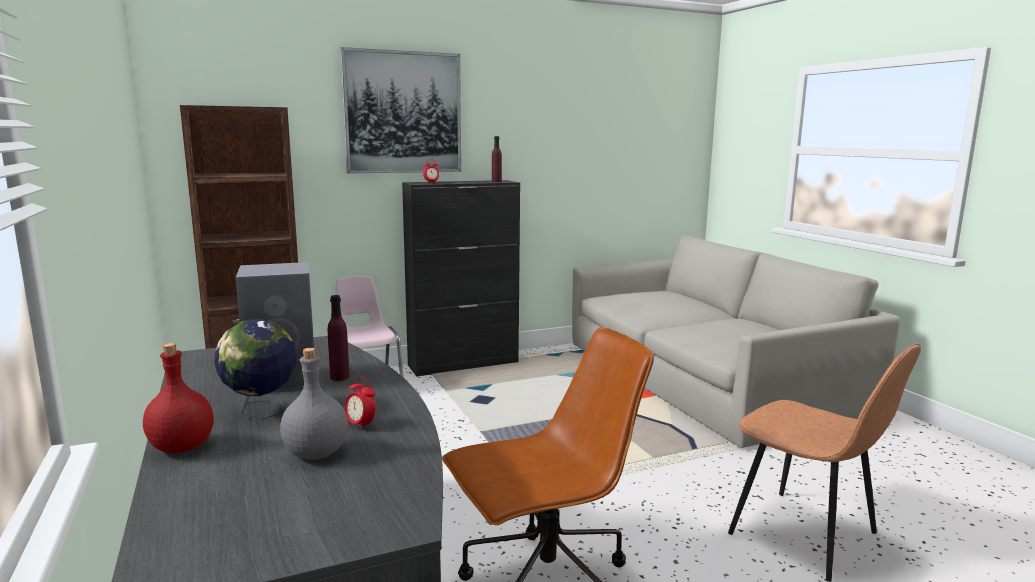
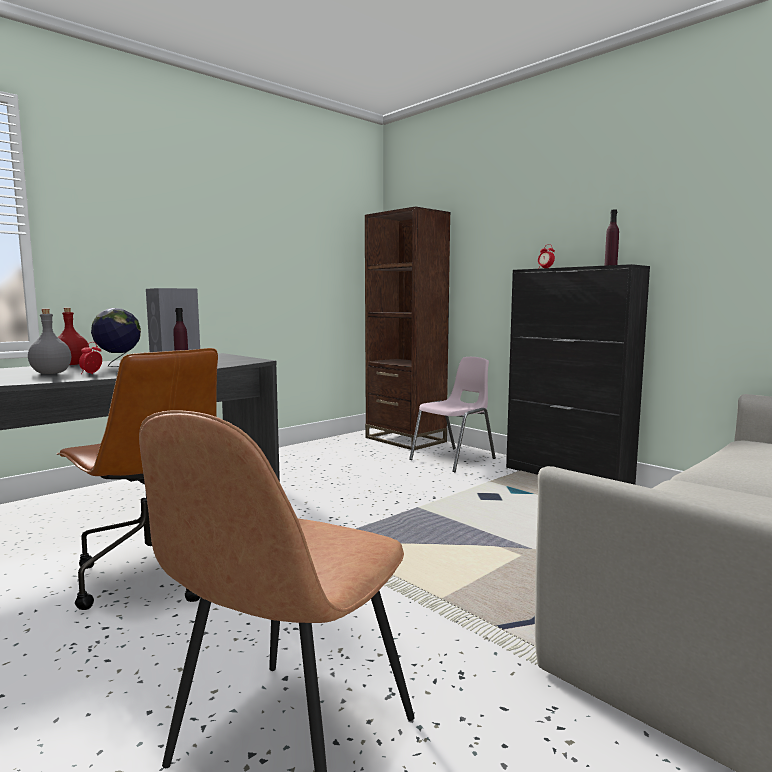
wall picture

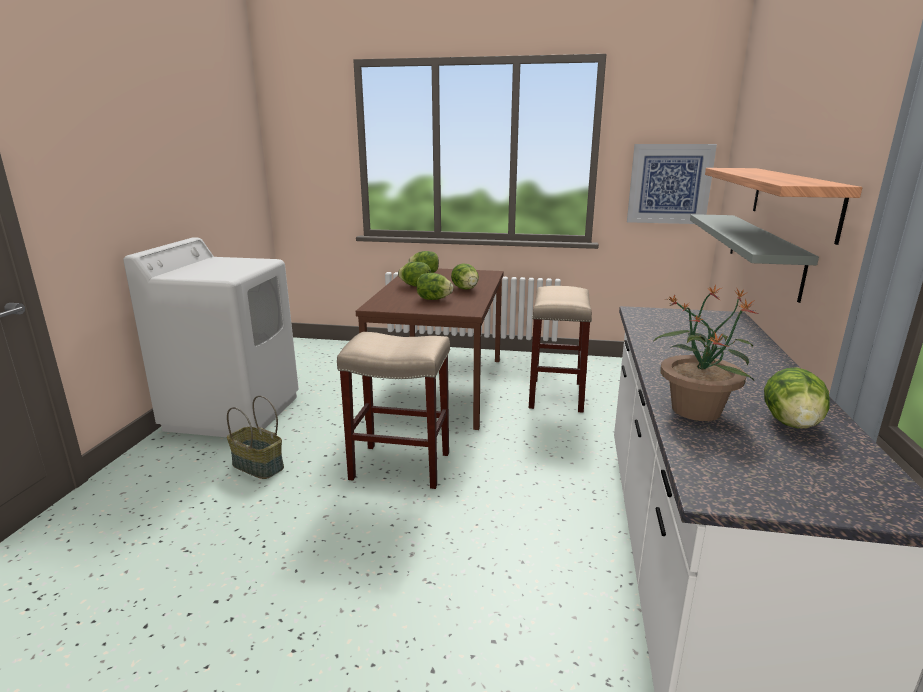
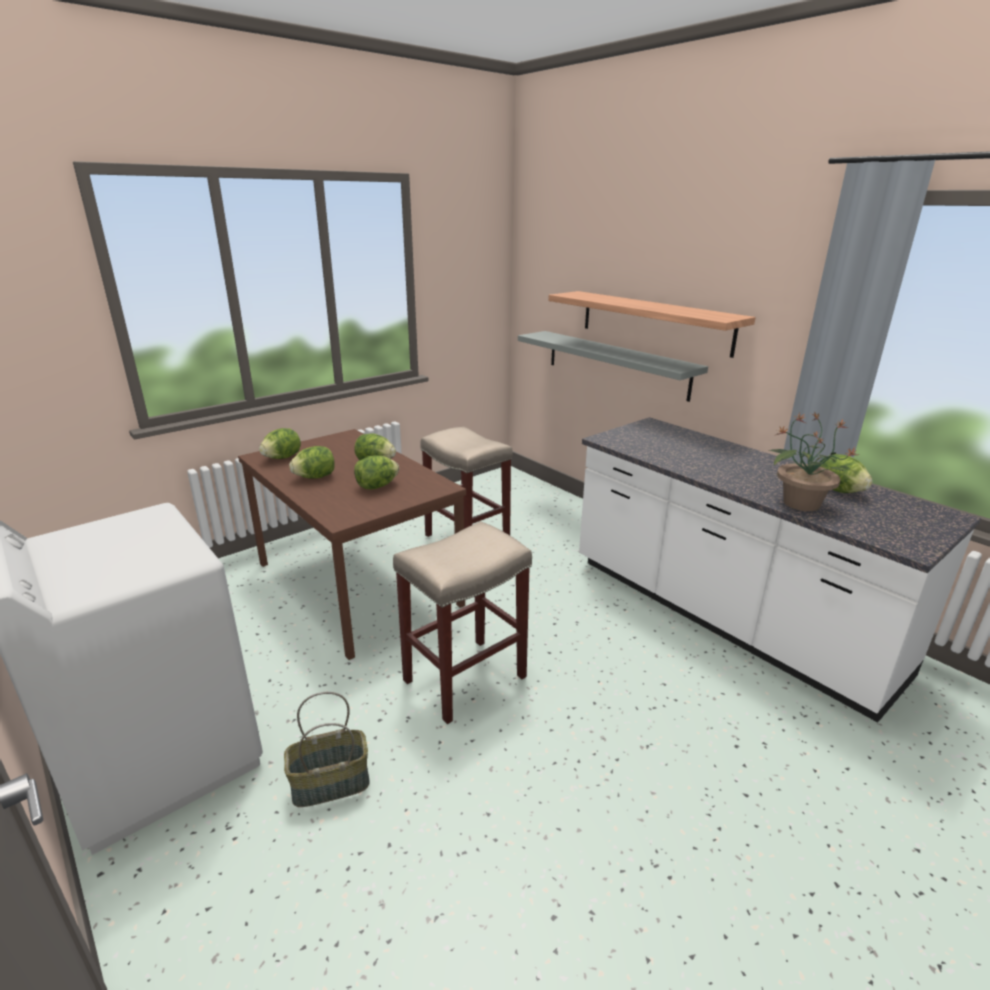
wall picture

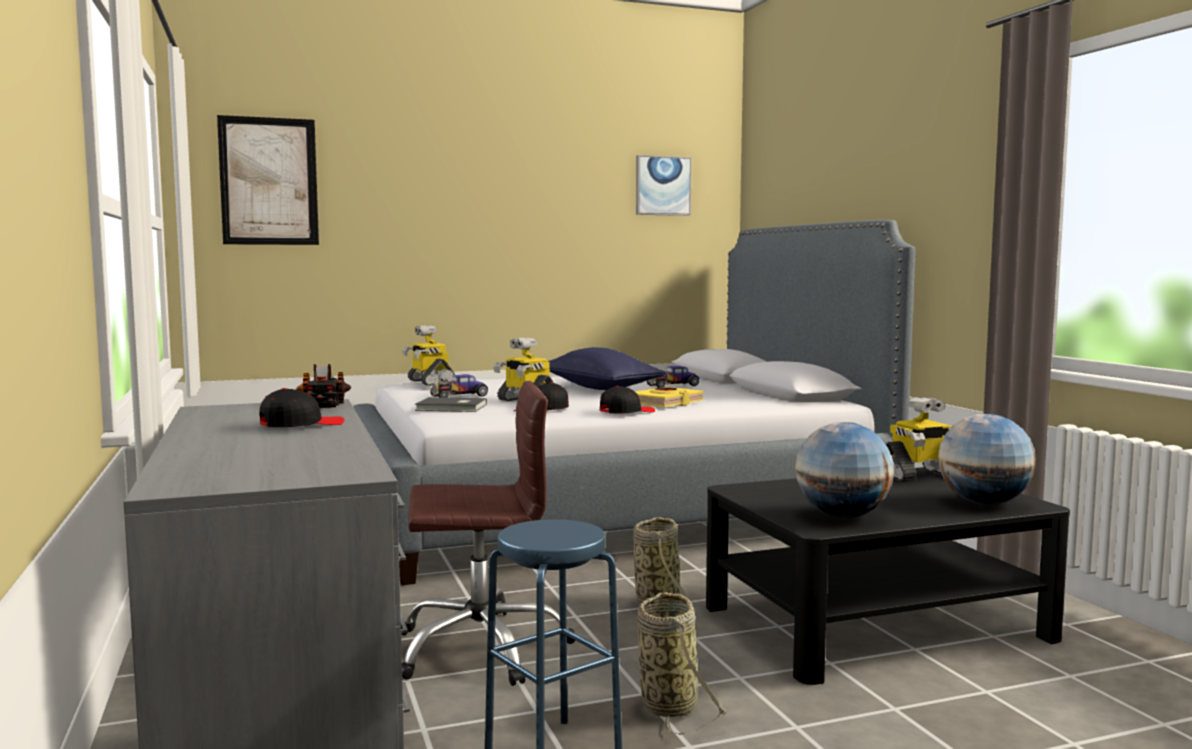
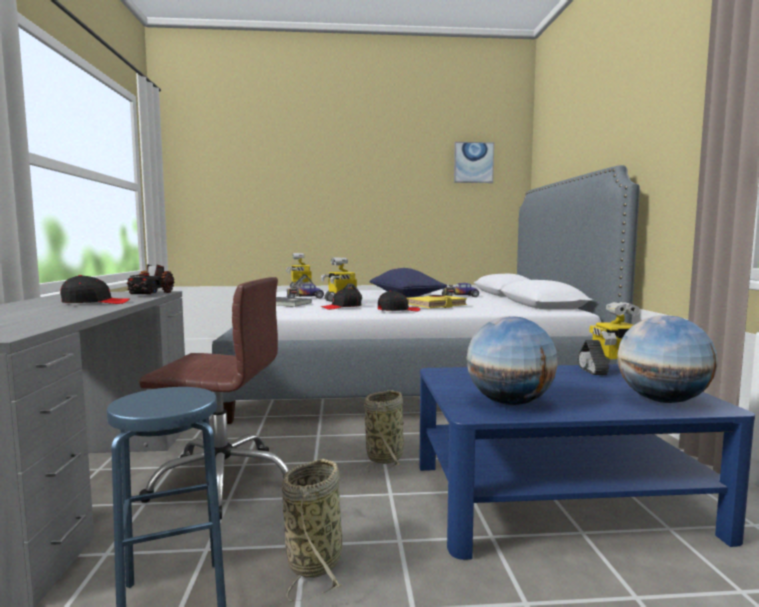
wall picture (no. 1 from left in the first image); low table (blue-coloured)

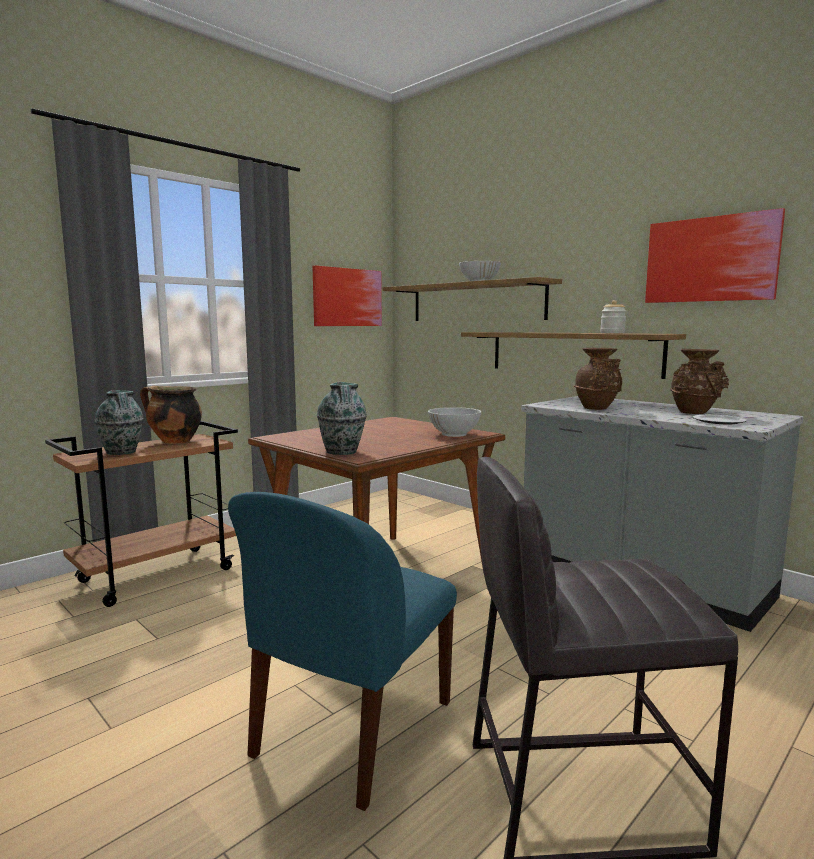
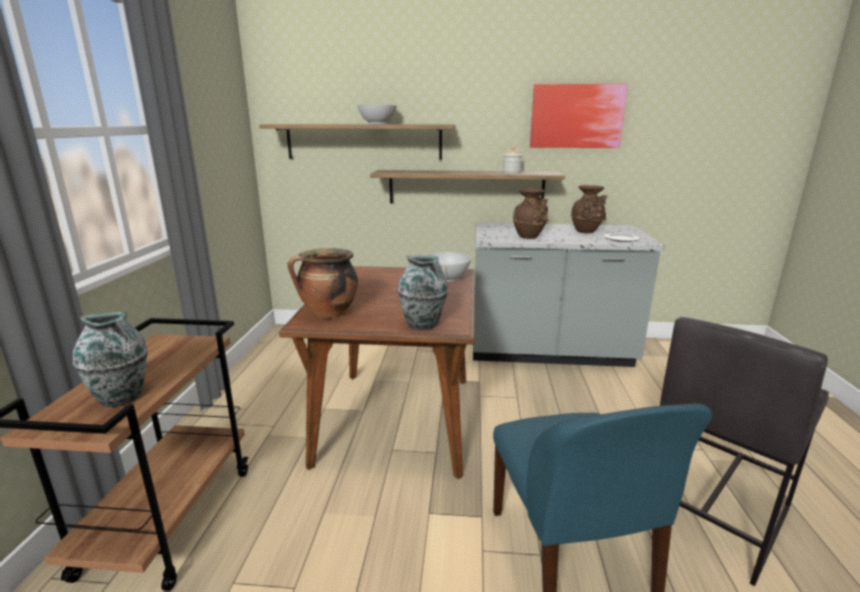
wall picture (no. 1 from left in the first image); stockpot

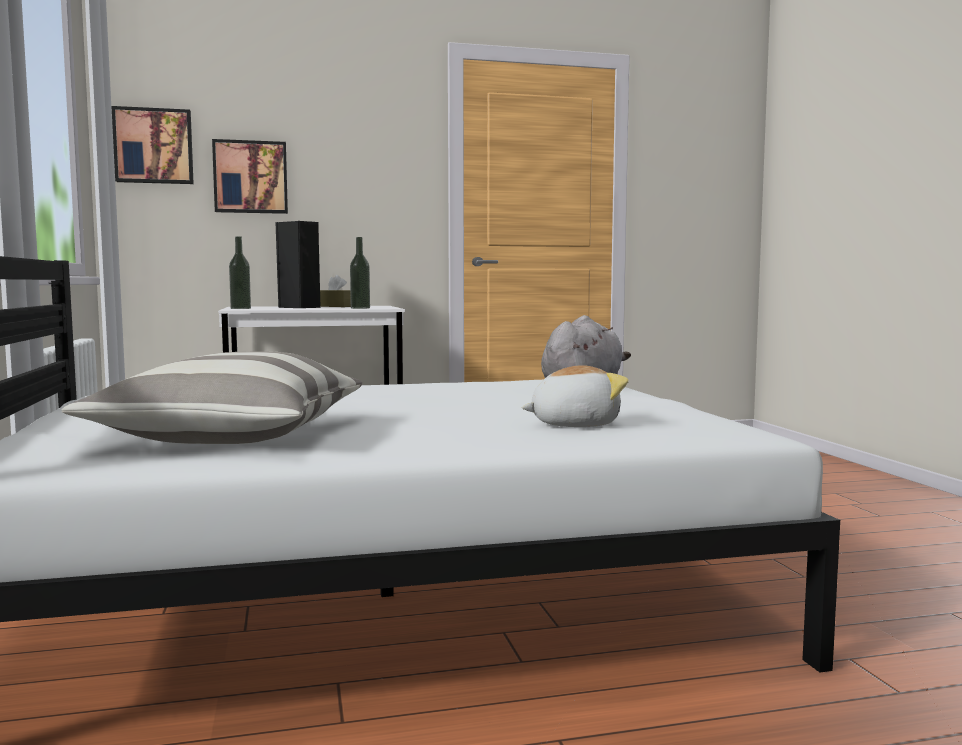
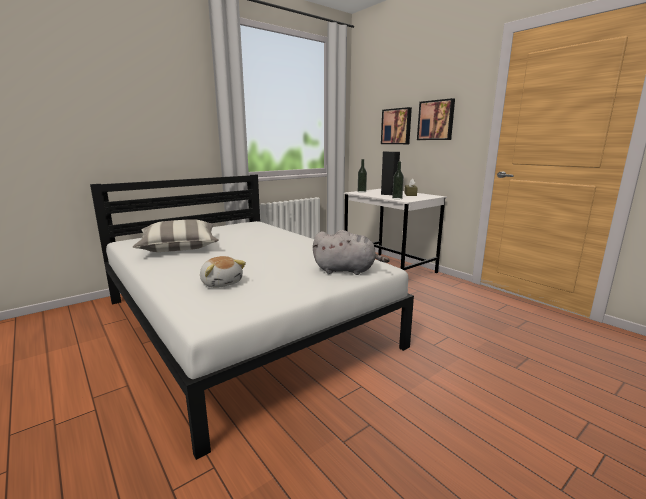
wall picture (no. 2 from left)

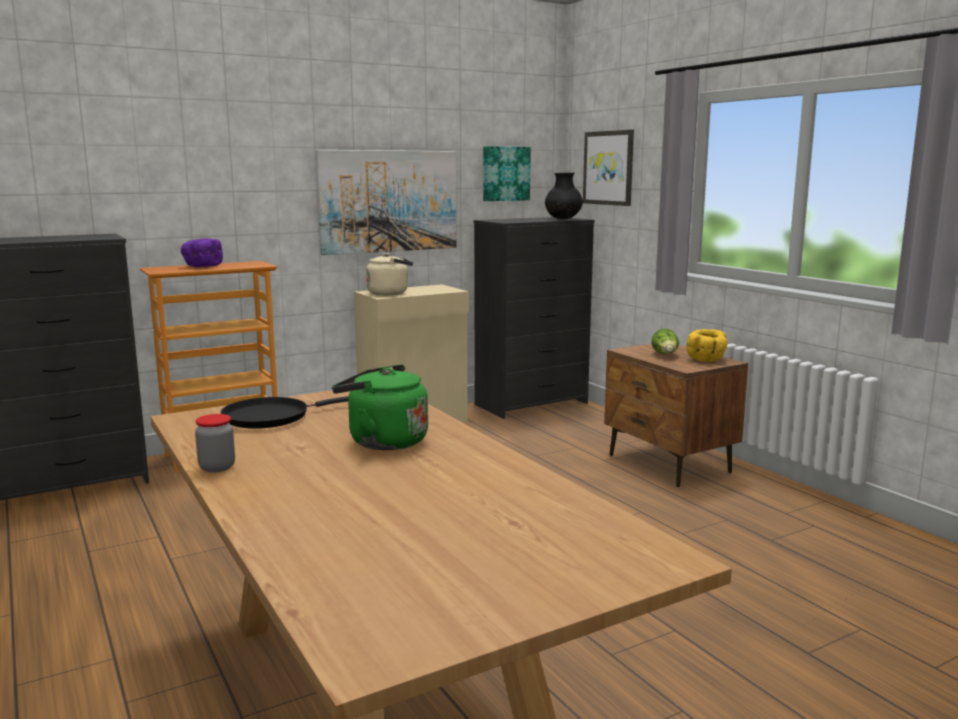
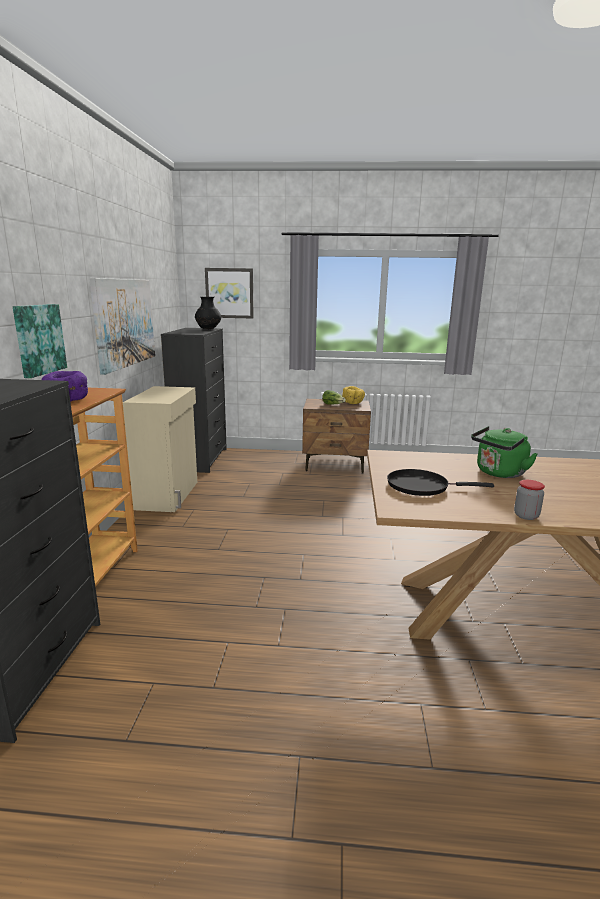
wall picture (no. 1 from left); kettle (sand-coloured); pan (black-coloured)

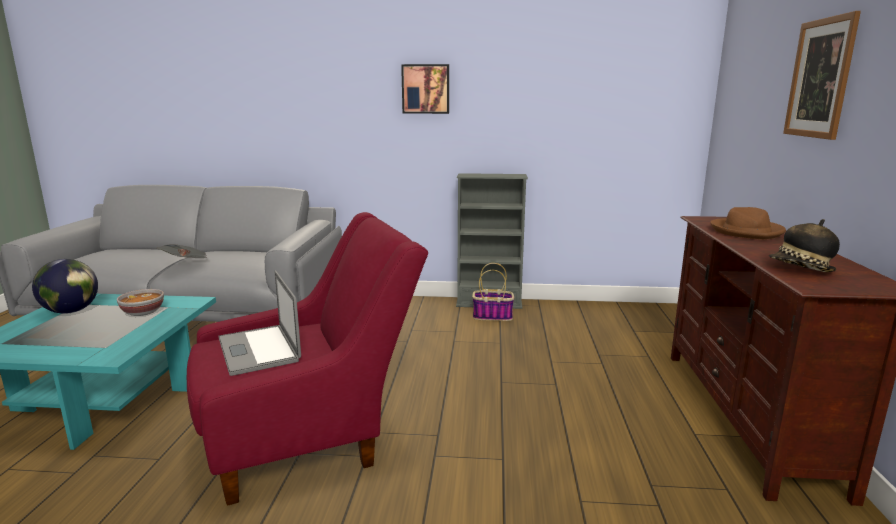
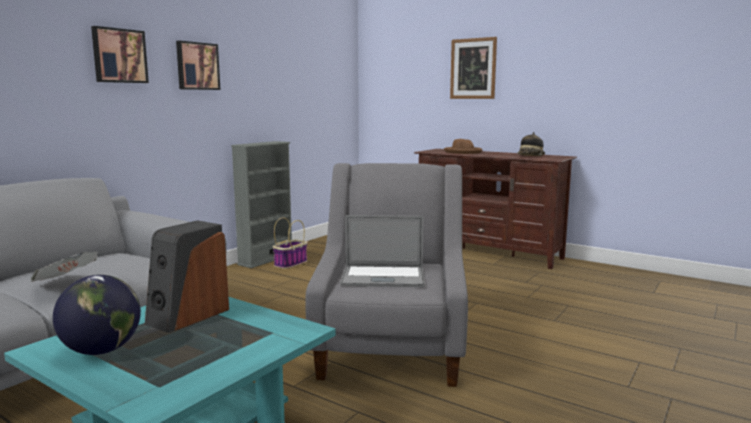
easy chair (gray); audio speaker; wall picture (no. 1 from left)

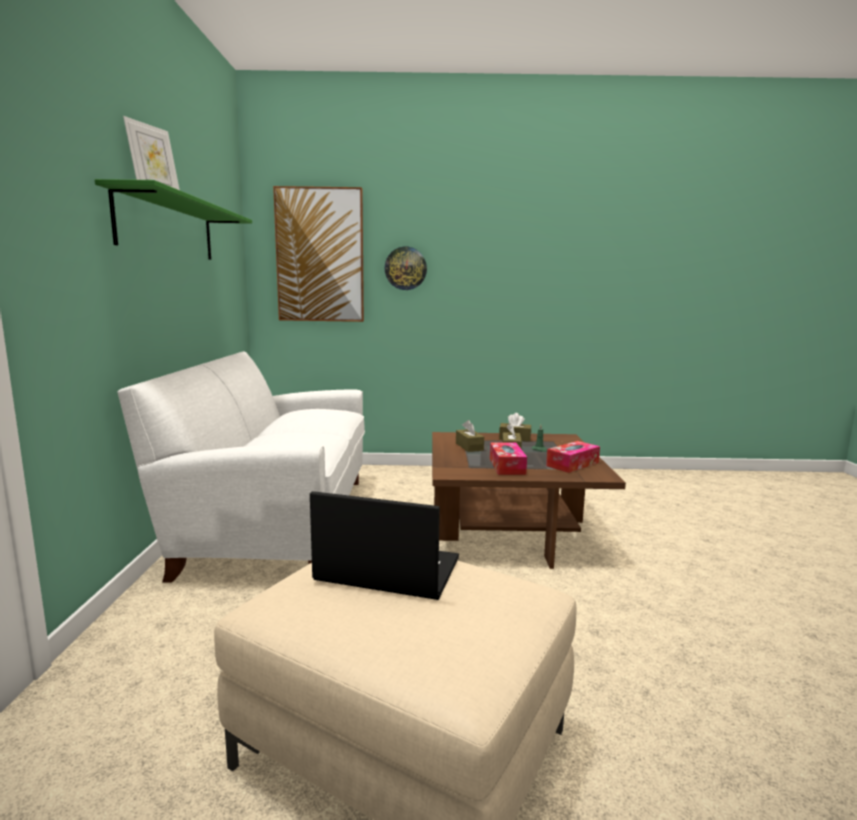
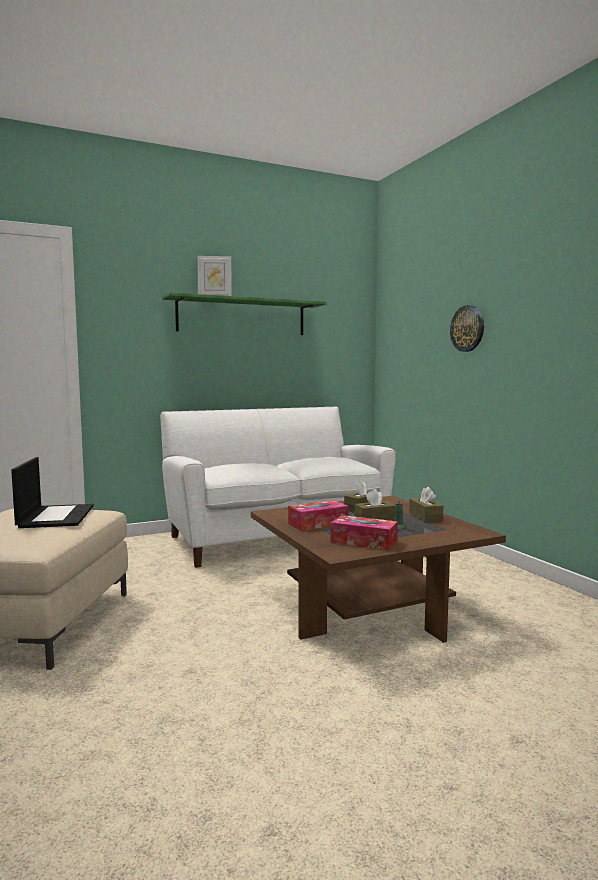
wall picture

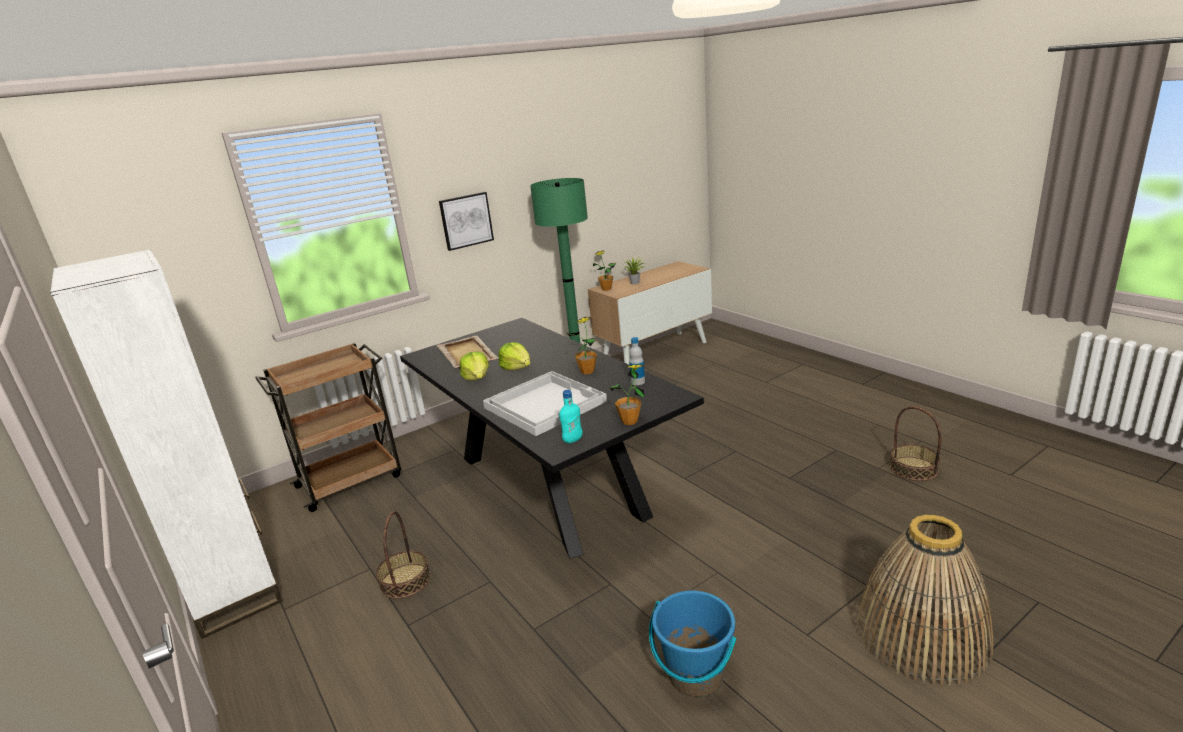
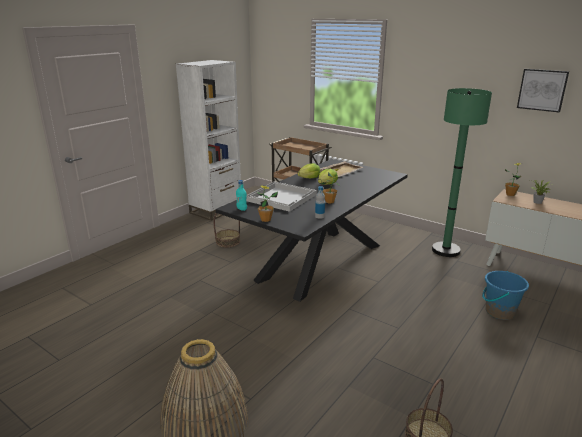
wall picture; pail (blue-coloured)

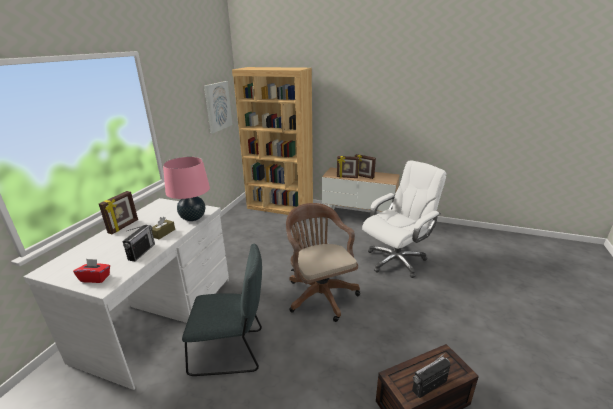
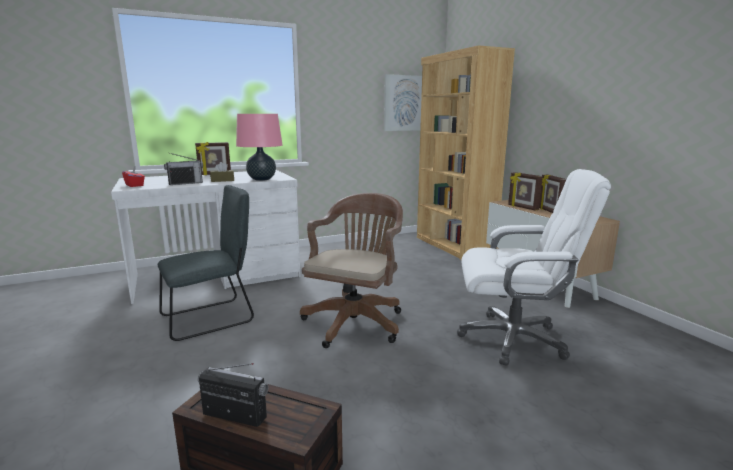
upright chair (gray)

